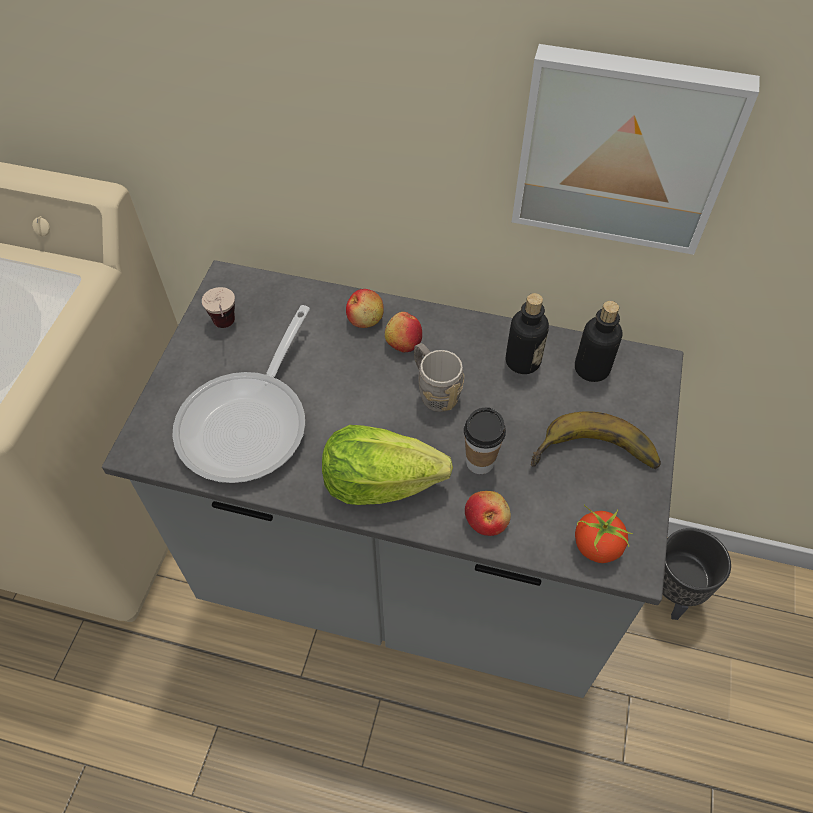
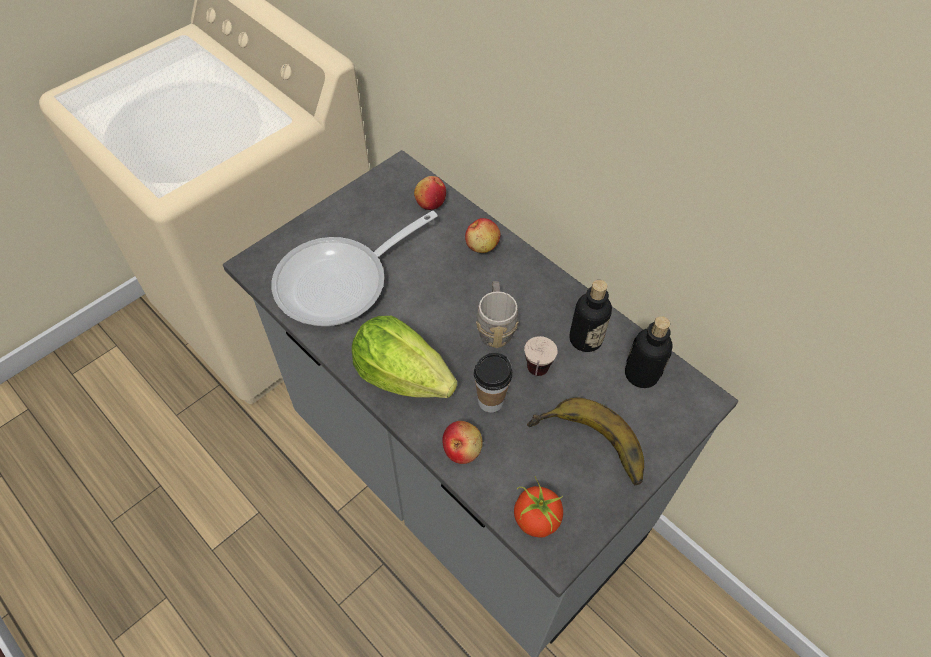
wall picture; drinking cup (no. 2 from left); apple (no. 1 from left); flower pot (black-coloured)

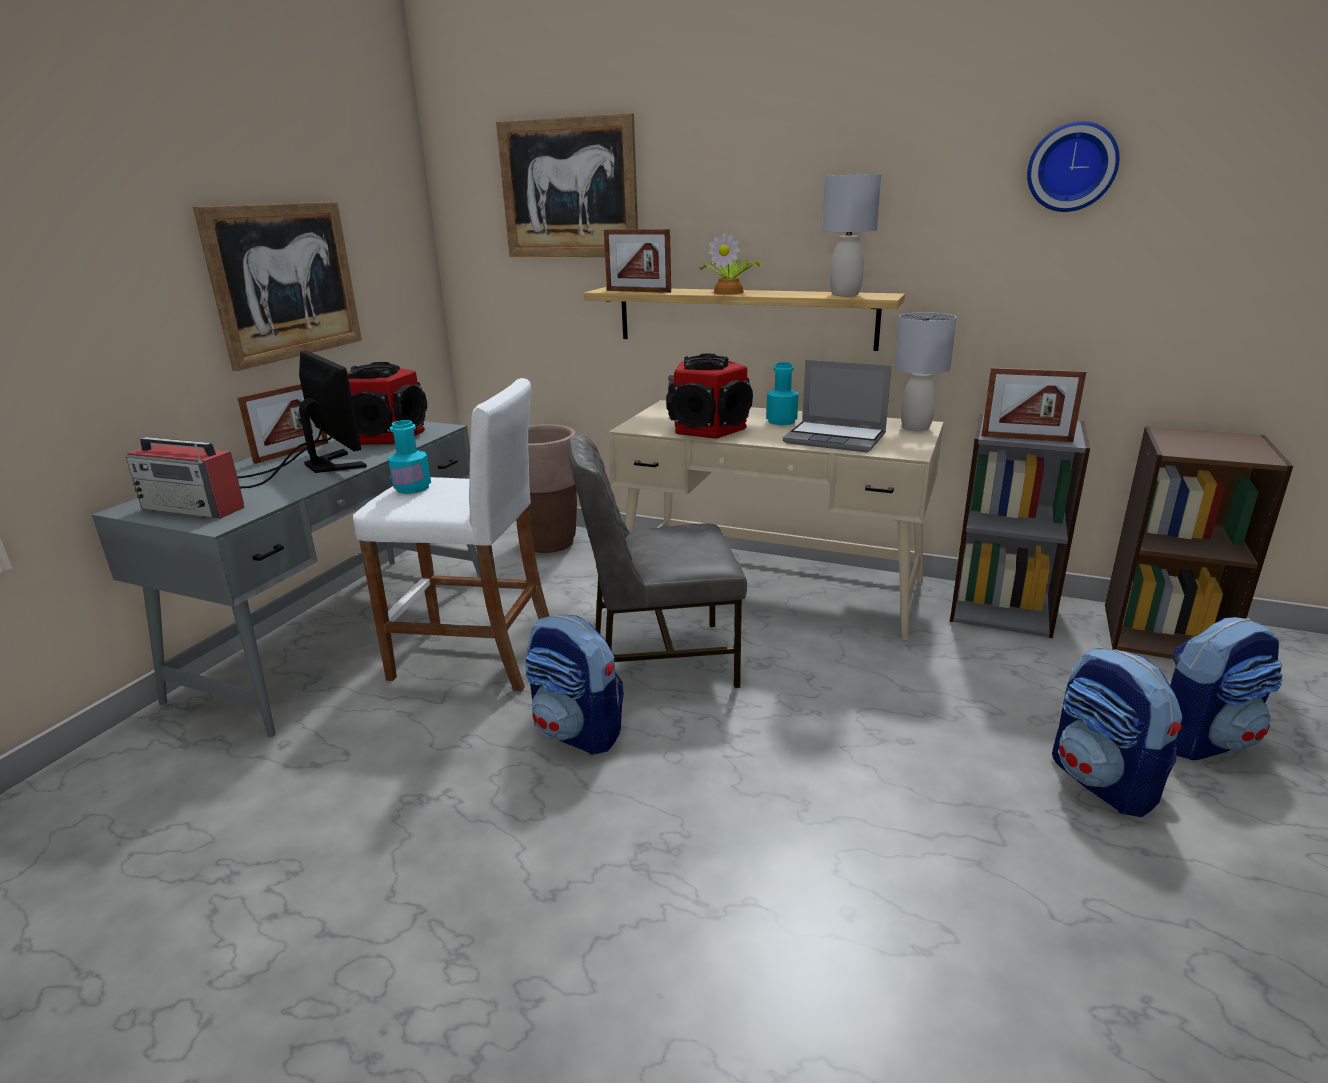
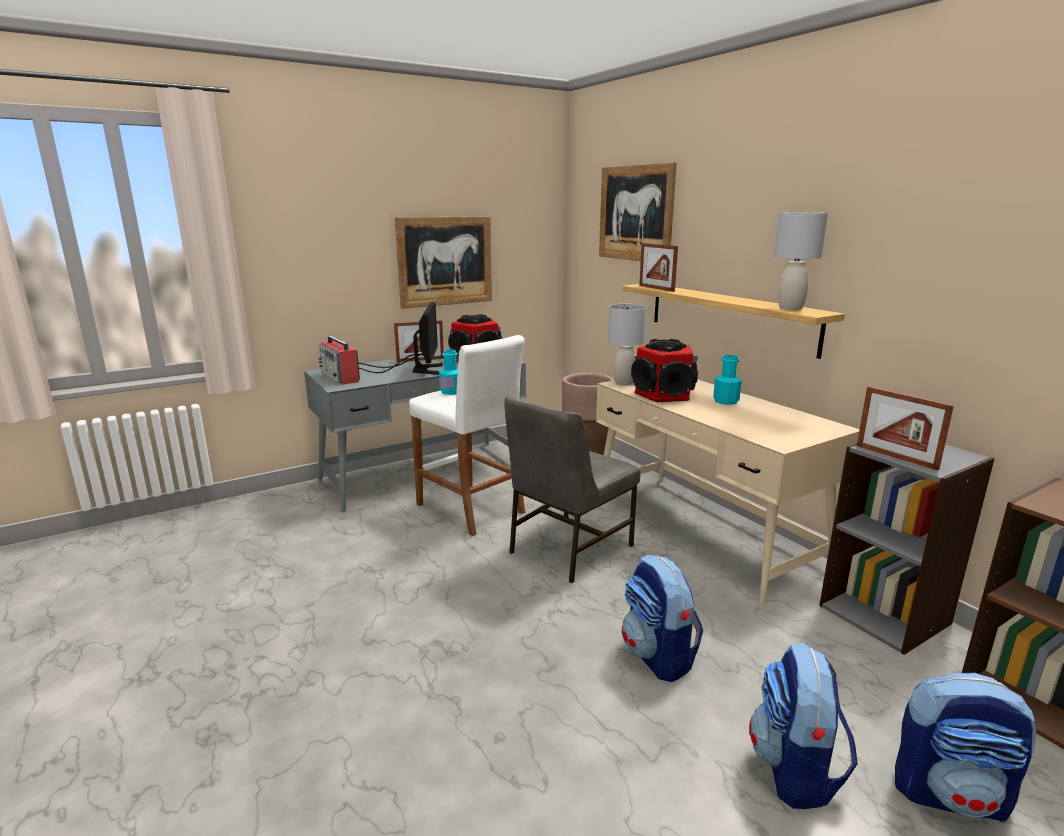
wall clock; potted plant; tabletop lamp (gray) (no. 1 from left); laptop; upright chair (gray); rucksack (no. 1 from left)

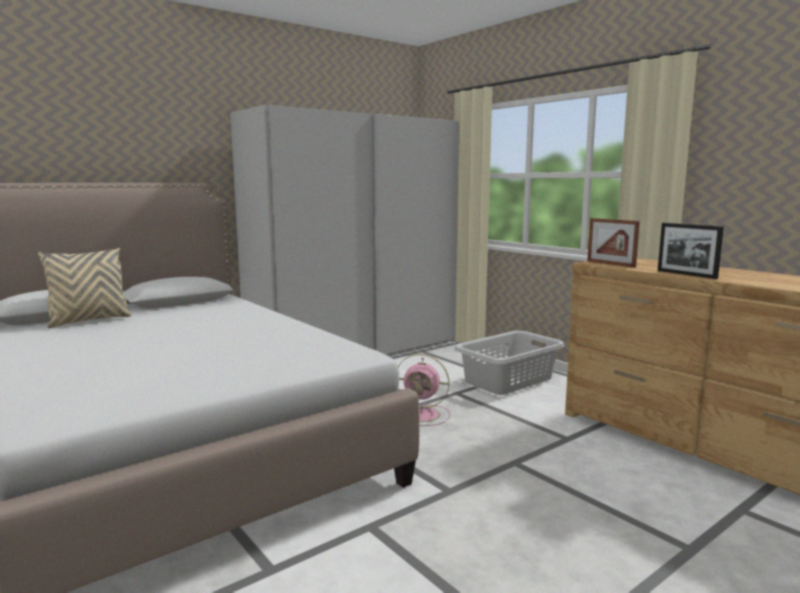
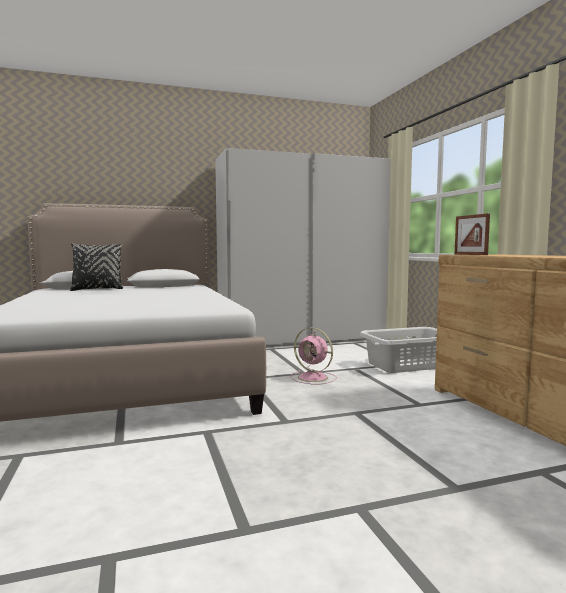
photo frame (no. 2 from left in the first image); pillow (black-coloured)

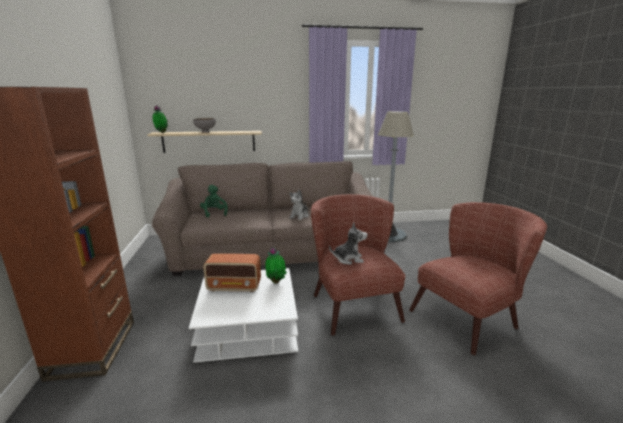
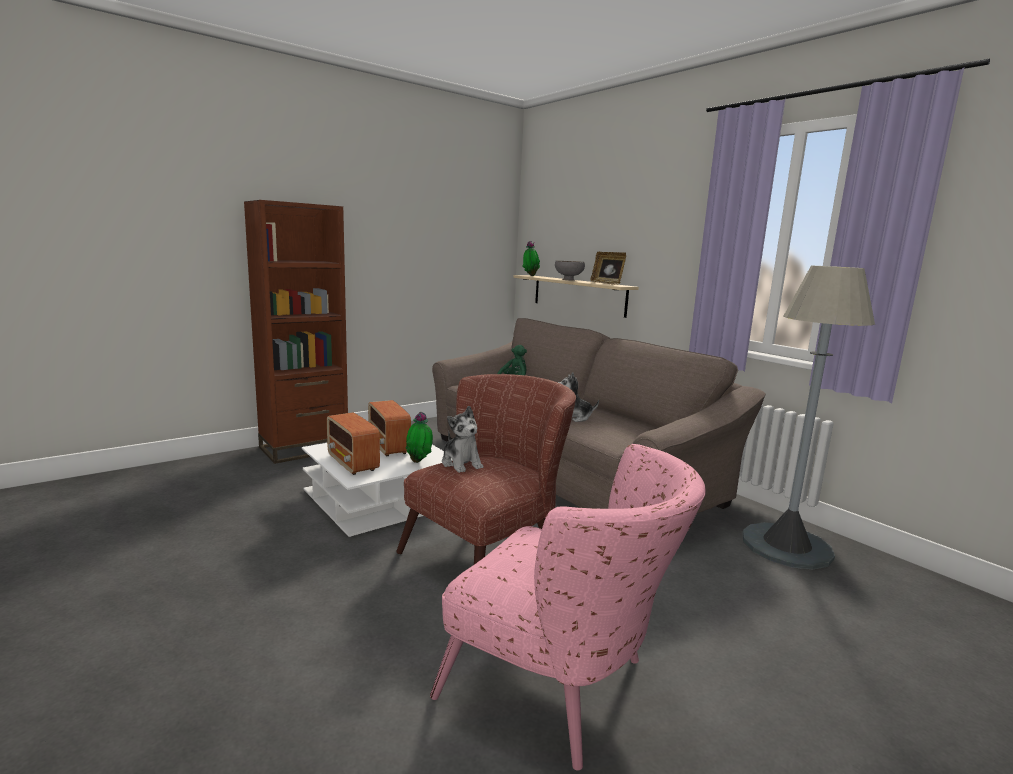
easy chair (pinkish); photo frame; radio set (no. 1 from left)

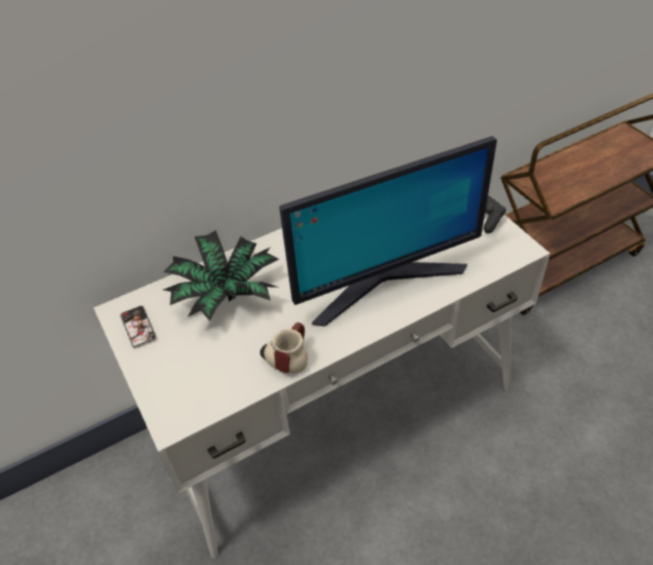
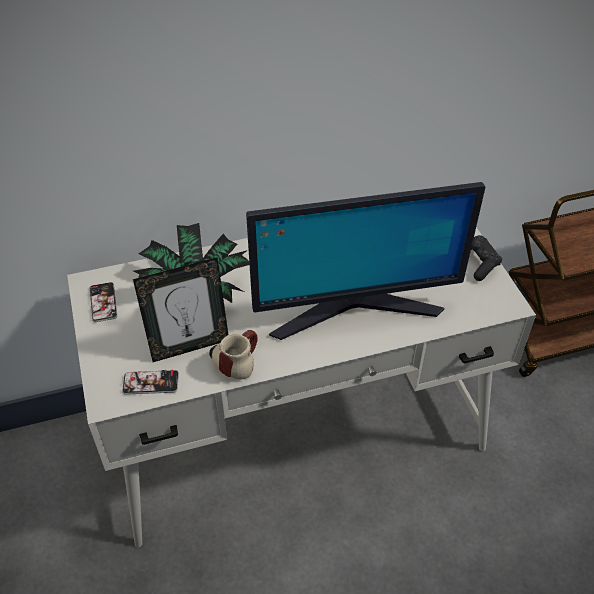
photo frame; handset (no. 2 from left)

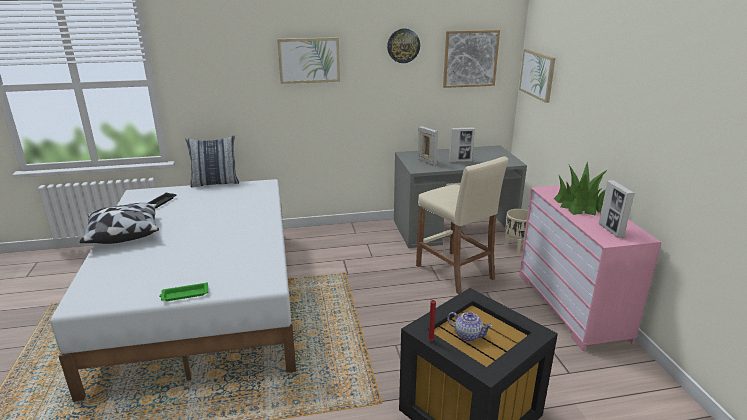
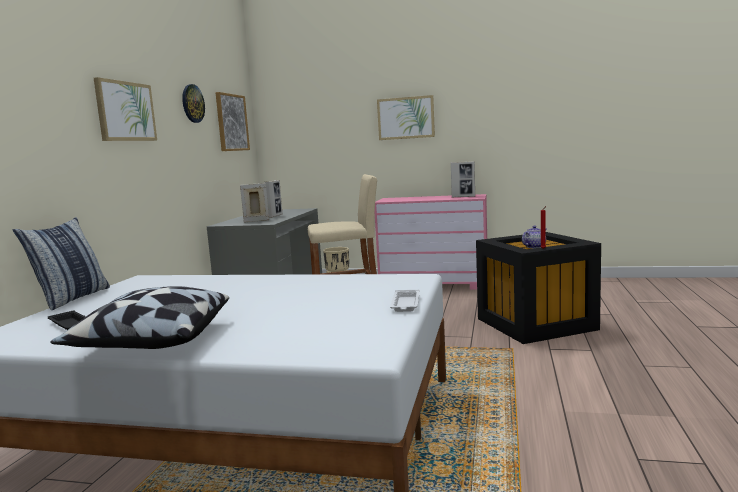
wall picture (no. 3 from left); potted plant; serving tray (whitish)

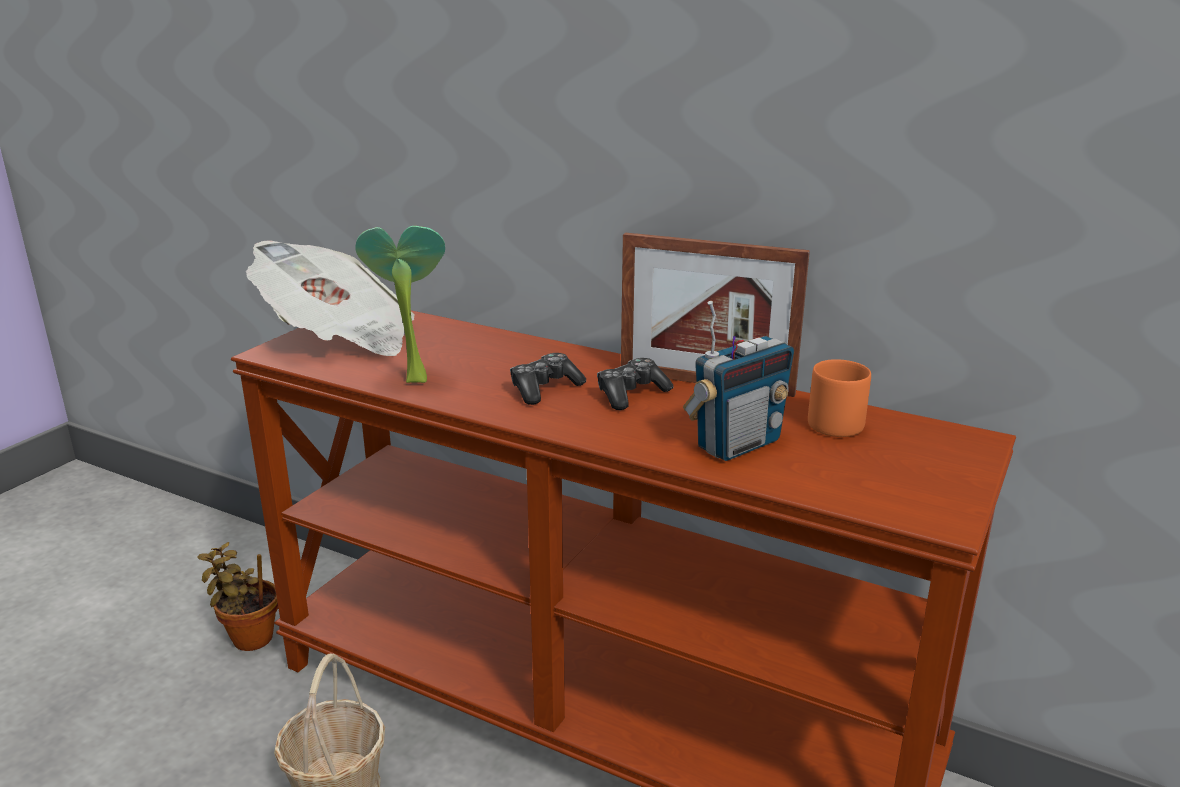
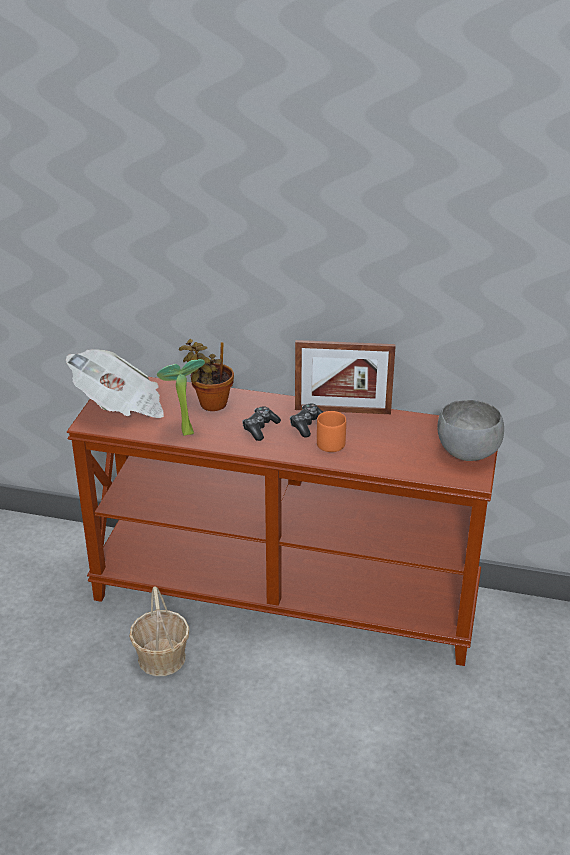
radio set; tea mug (orange); potted plant (no. 2 from left); bowl (gray)

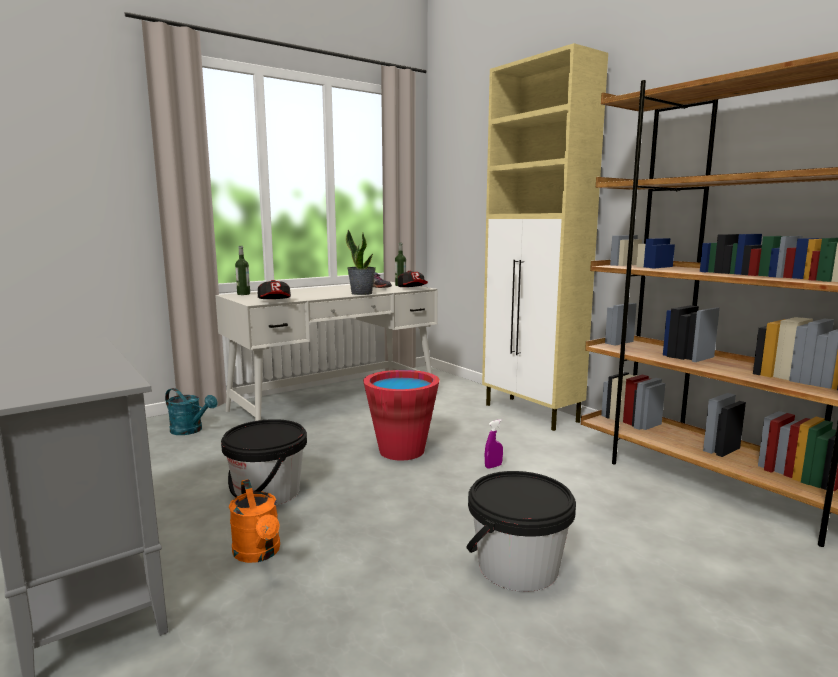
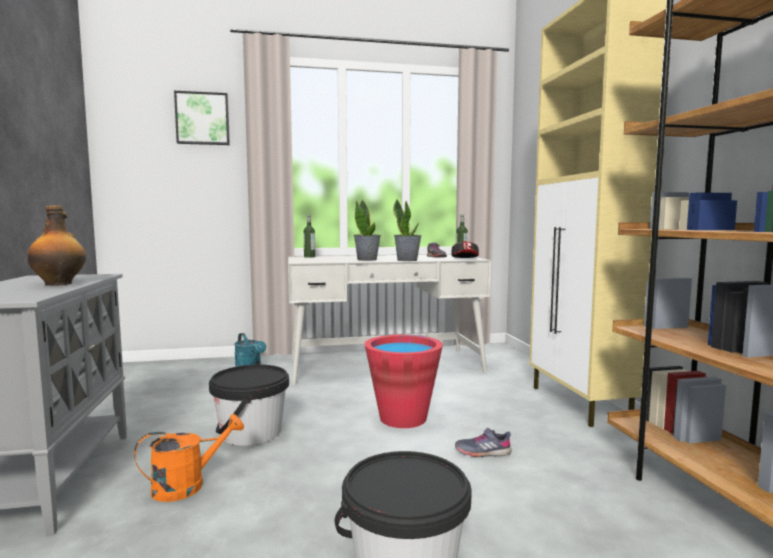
cap (no. 1 from left in the first image); item of footwear (gray) (no. 2 from left); watering can (orange); wall picture; potted plant (no. 1 from left); bottle (no. 1 from left)

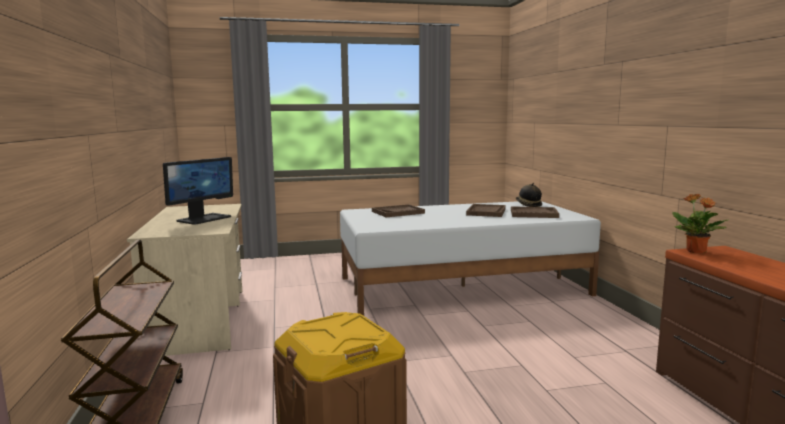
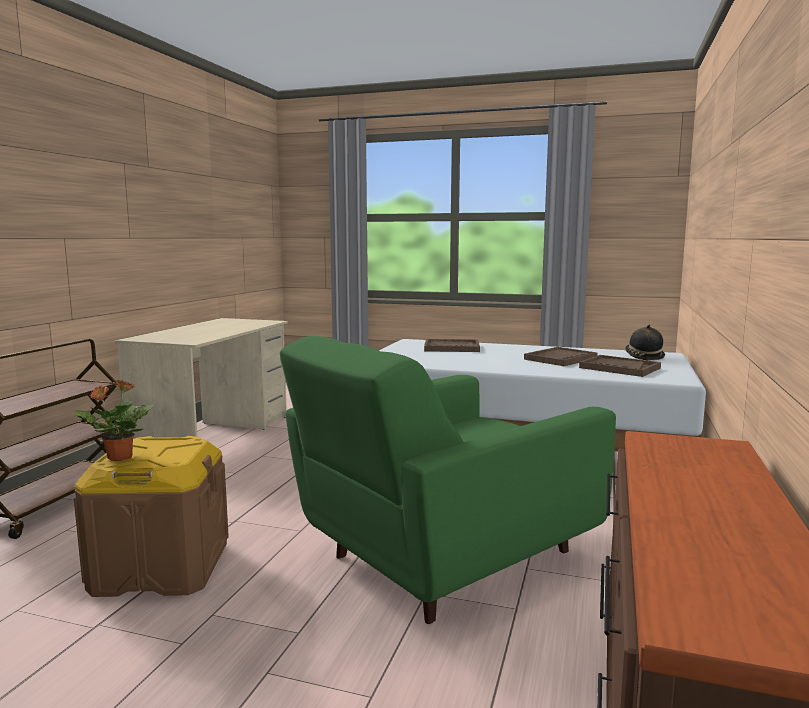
monitor; potted plant; easy chair (green)

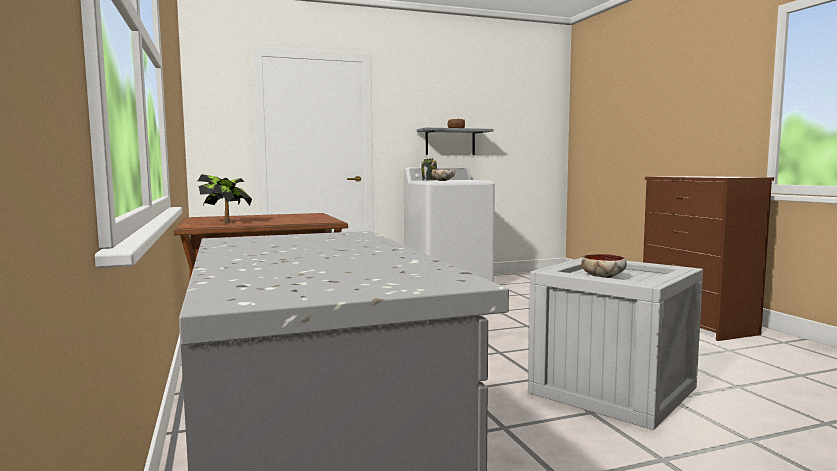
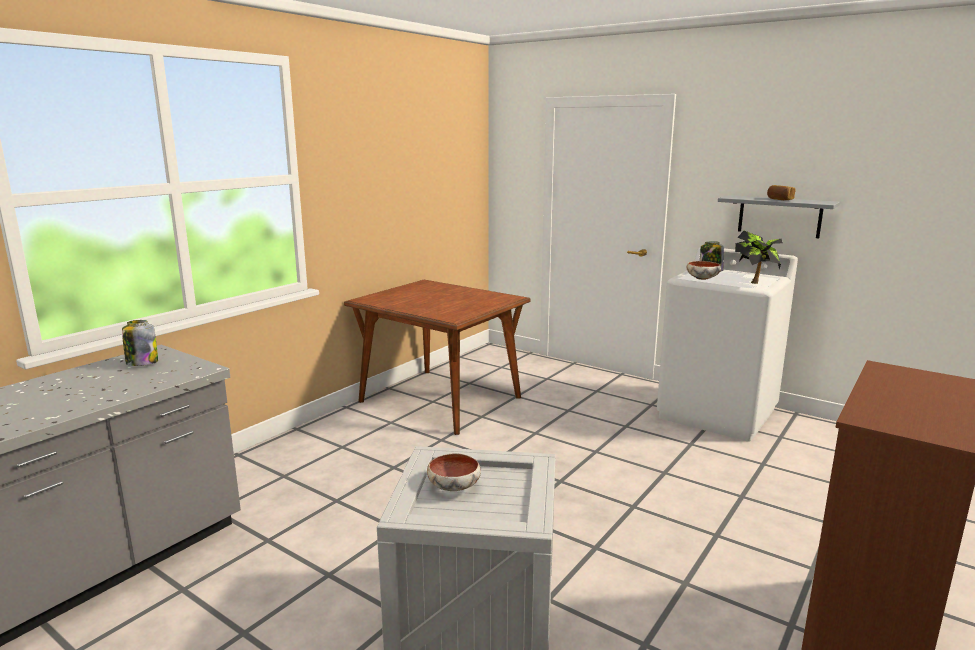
potted plant; storage jar (no. 1 from left)

